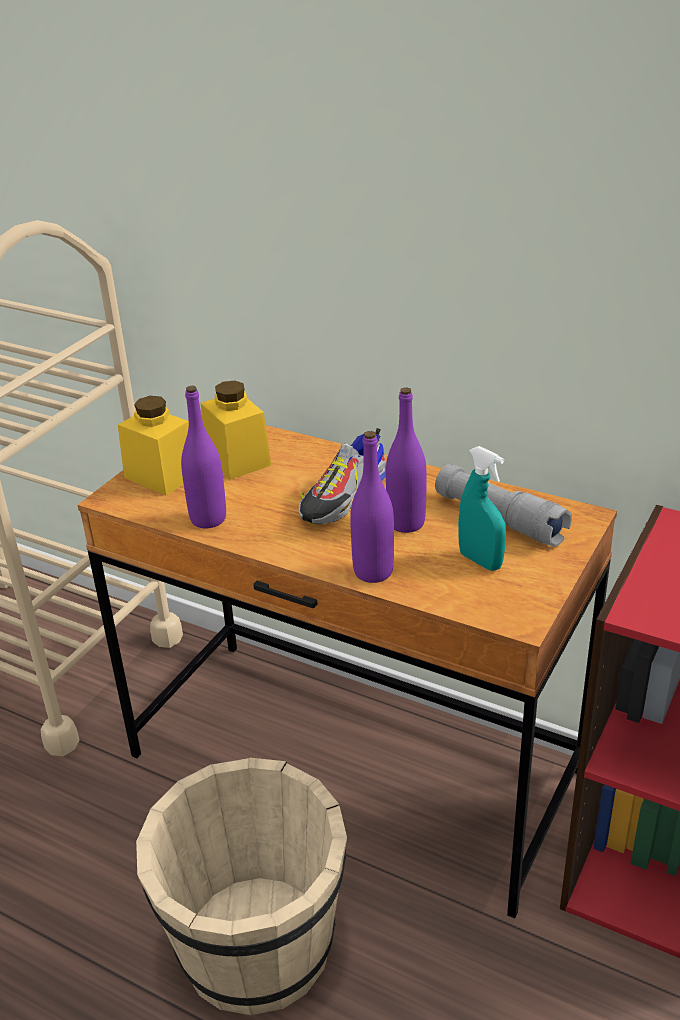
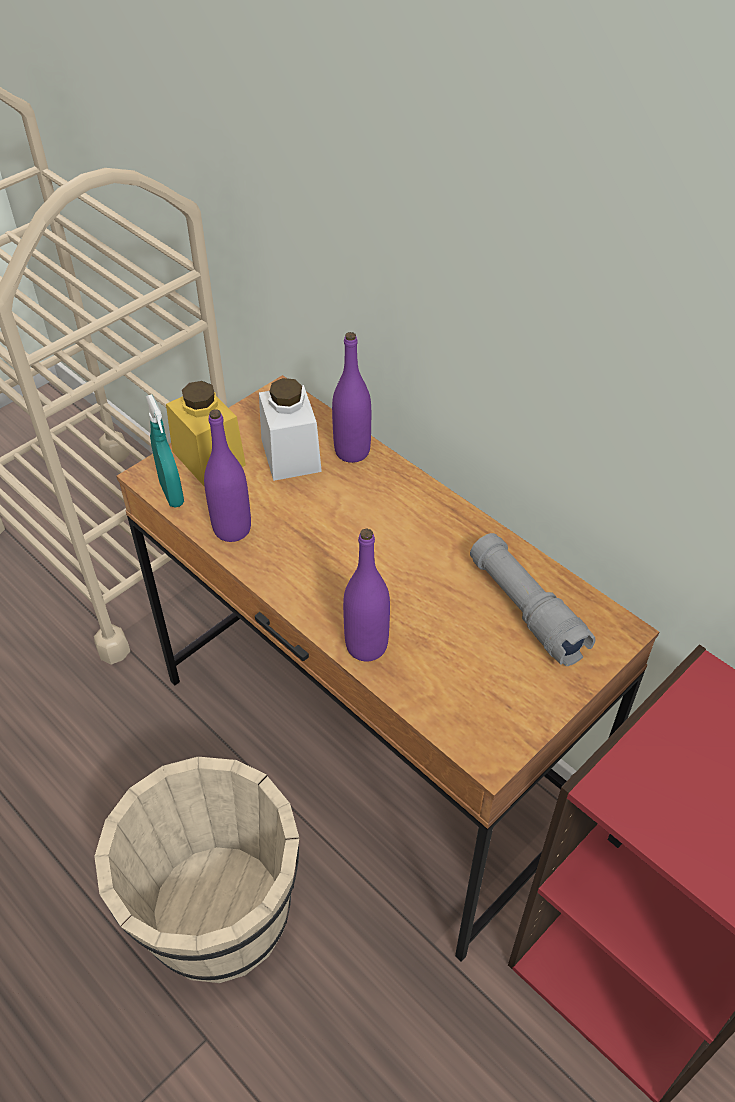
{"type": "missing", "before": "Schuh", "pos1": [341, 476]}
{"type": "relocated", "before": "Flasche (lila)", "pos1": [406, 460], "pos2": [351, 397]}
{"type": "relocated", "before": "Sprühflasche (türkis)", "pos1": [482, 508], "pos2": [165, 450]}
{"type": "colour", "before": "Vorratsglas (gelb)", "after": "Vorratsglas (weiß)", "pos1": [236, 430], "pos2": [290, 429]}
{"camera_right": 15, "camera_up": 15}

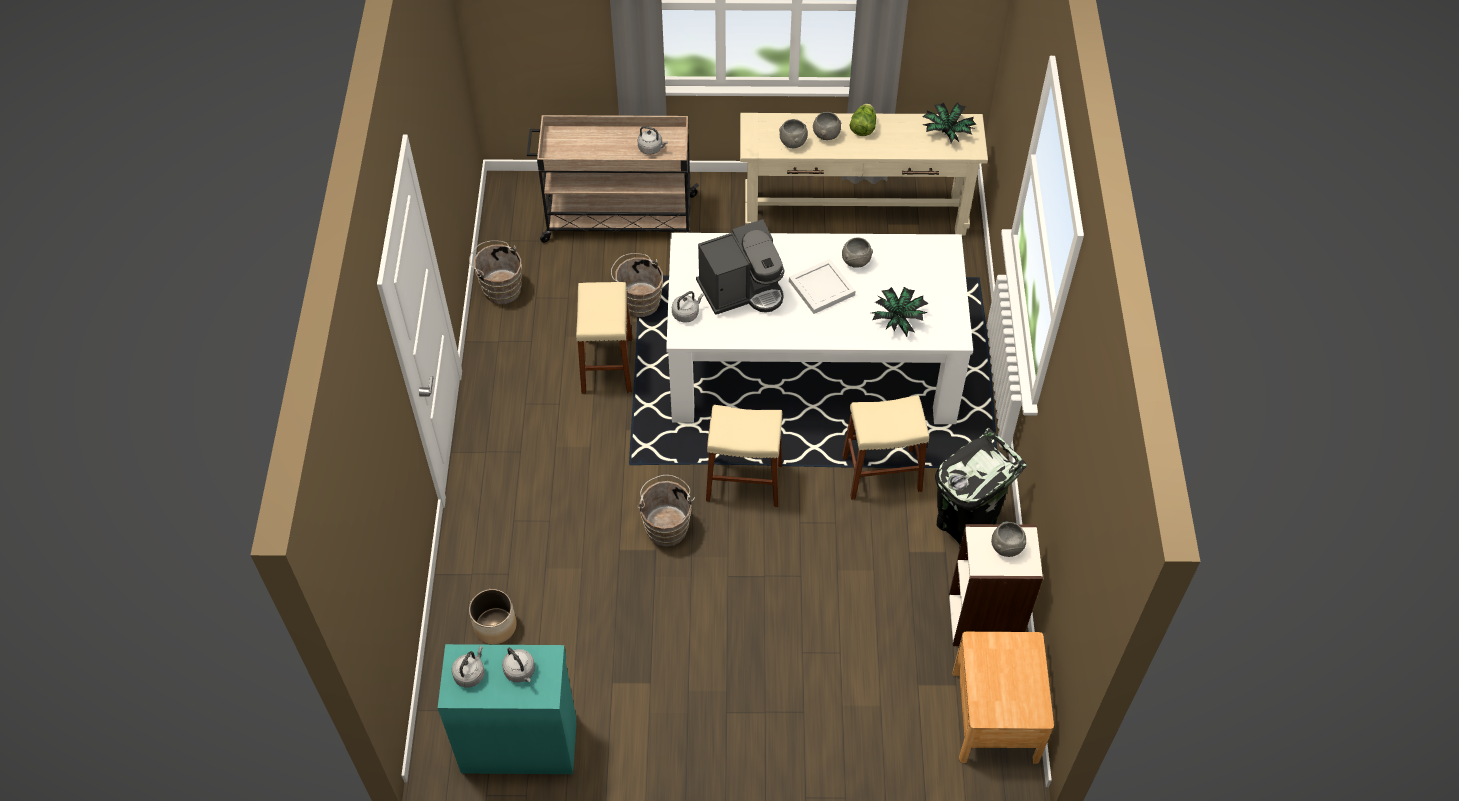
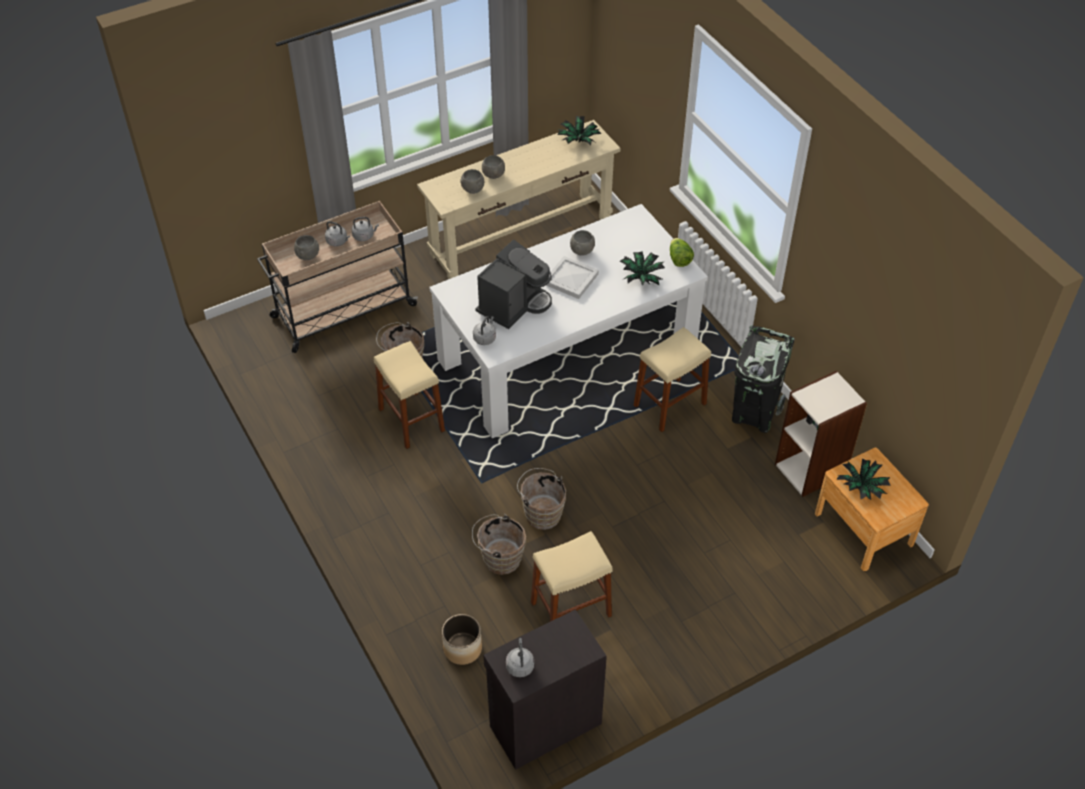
{"type": "appeared", "after": "Topfpflanze", "pos2": [863, 479]}
{"type": "relocated", "before": "Eimer (braun)", "pos1": [495, 272], "pos2": [499, 544]}
{"type": "relocated", "before": "Wasserkessel (grau)", "pos1": [518, 665], "pos2": [337, 233]}
{"type": "relocated", "before": "Hocker (beige)", "pos1": [744, 456], "pos2": [572, 576]}
{"type": "relocated", "before": "Salatkopf", "pos1": [862, 120], "pos2": [682, 252]}
{"type": "relocated", "before": "Schüssel (grau)", "pos1": [1008, 539], "pos2": [306, 247]}
{"type": "colour", "before": "Schrank (türkis)", "after": "Schrank (schwarz)", "pos1": [507, 709], "pos2": [545, 689]}
{"camera_right": -30, "camera_up": -5}

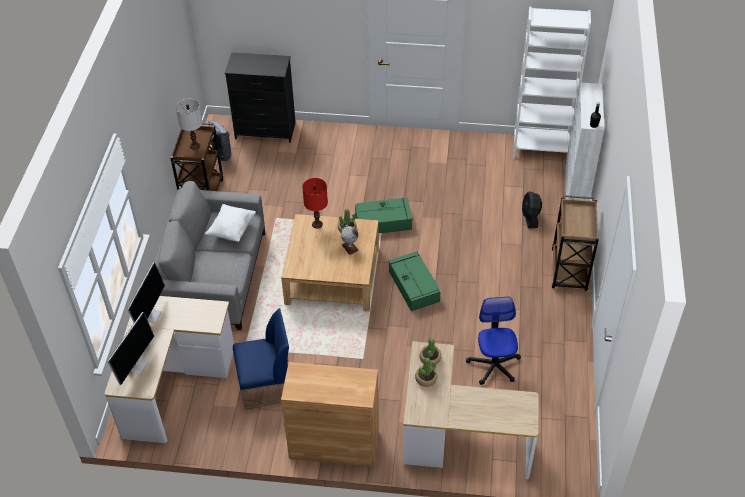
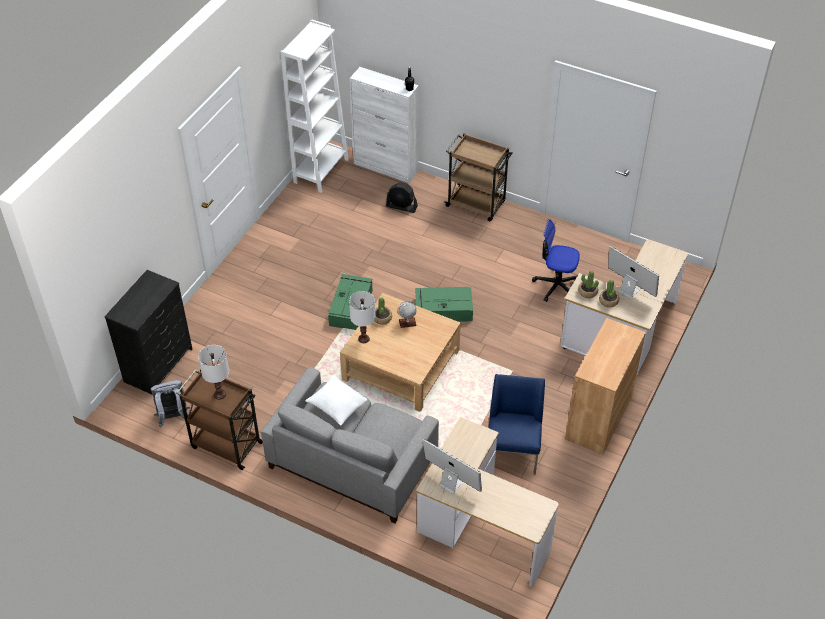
{"type": "relocated", "before": "Monitor", "pos1": [130, 348], "pos2": [633, 272]}
{"type": "colour", "before": "Tischlampe (rot)", "after": "Tischlampe (weiß)", "pos1": [315, 203], "pos2": [362, 317]}
{"camera_right": -70, "camera_up": 0}

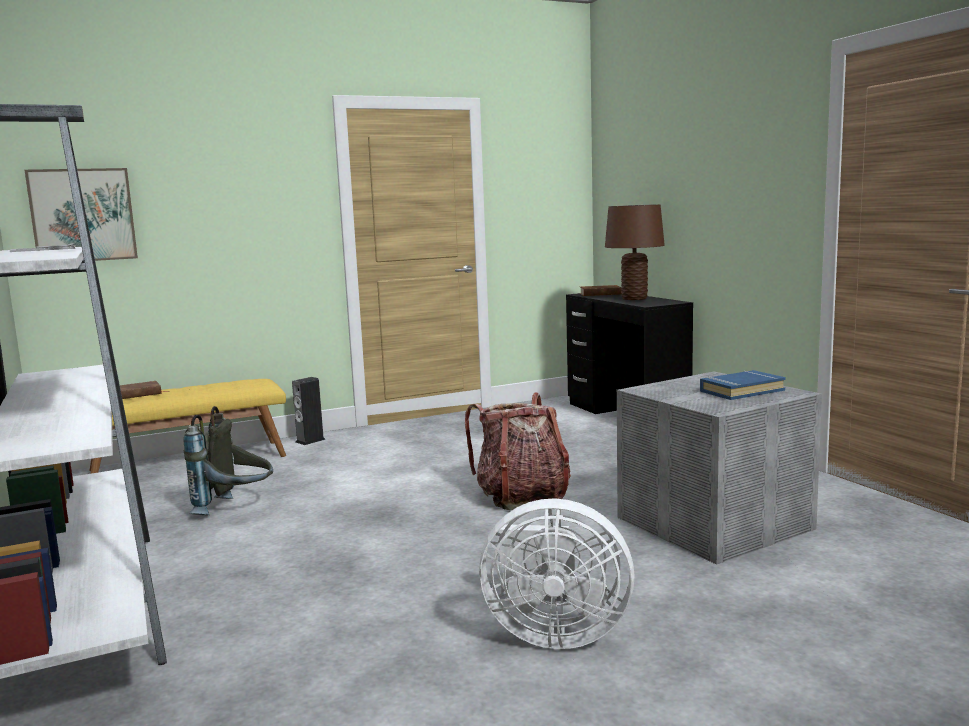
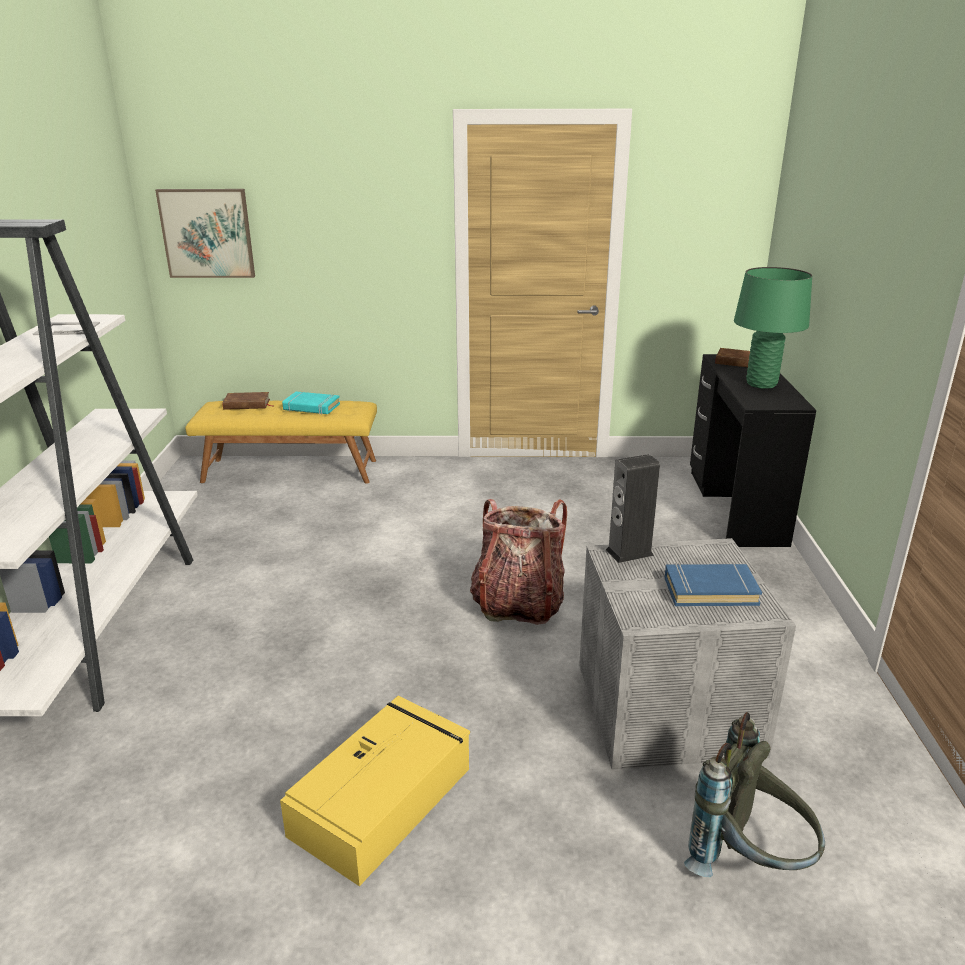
{"type": "appeared", "after": "Buch (türkis)", "pos2": [311, 403]}
{"type": "relocated", "before": "Rucksack (grau)", "pos1": [228, 460], "pos2": [754, 794]}
{"type": "relocated", "before": "Lautsprecher", "pos1": [309, 411], "pos2": [633, 508]}
{"type": "exchanged", "before": "Ventilator (weiß)", "after": "Aufbewahrungsbox (gelb)", "pos1": [557, 573], "pos2": [375, 790]}
{"type": "colour", "before": "Tischlampe (braun)", "after": "Tischlampe (grün)", "pos1": [635, 252], "pos2": [773, 328]}
{"camera_right": 25, "camera_up": 15}

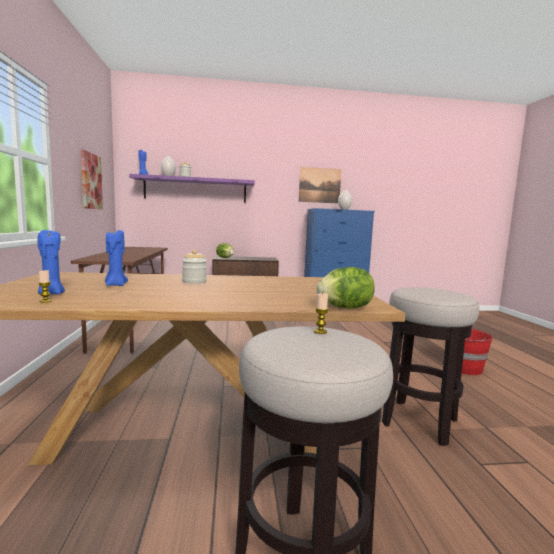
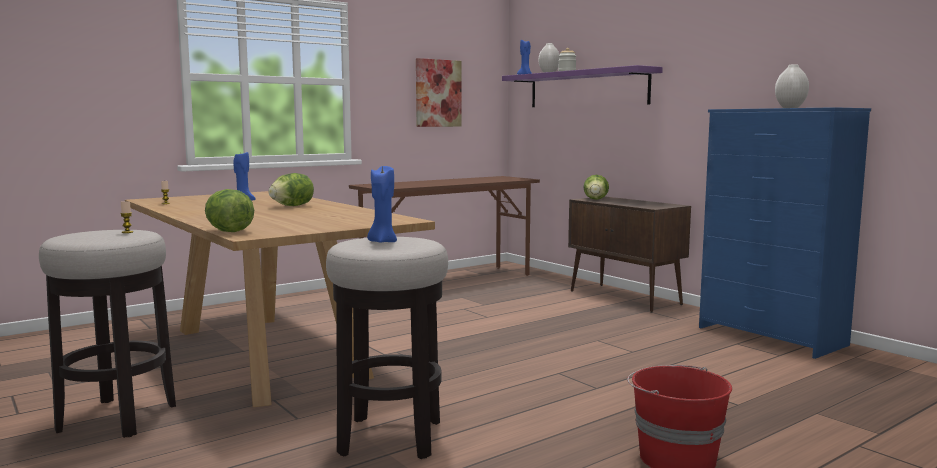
{"type": "missing", "before": "Bild", "pos1": [320, 185]}
{"type": "relocated", "before": "Kerze (blau)", "pos1": [51, 261], "pos2": [382, 204]}
{"type": "exchanged", "before": "Vorratsglas", "after": "Salatkopf", "pos1": [194, 267], "pos2": [291, 189]}
{"camera_right": 60, "camera_up": 0}

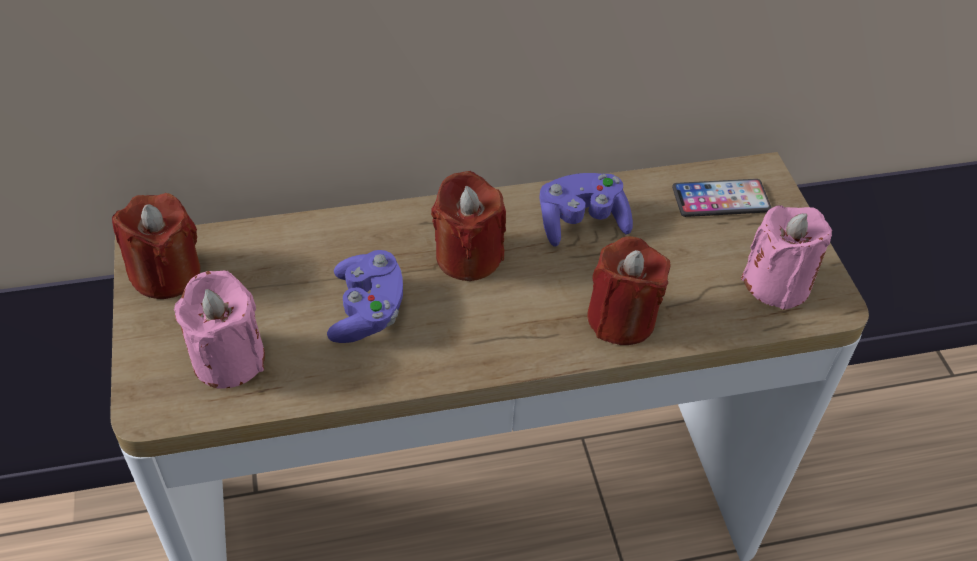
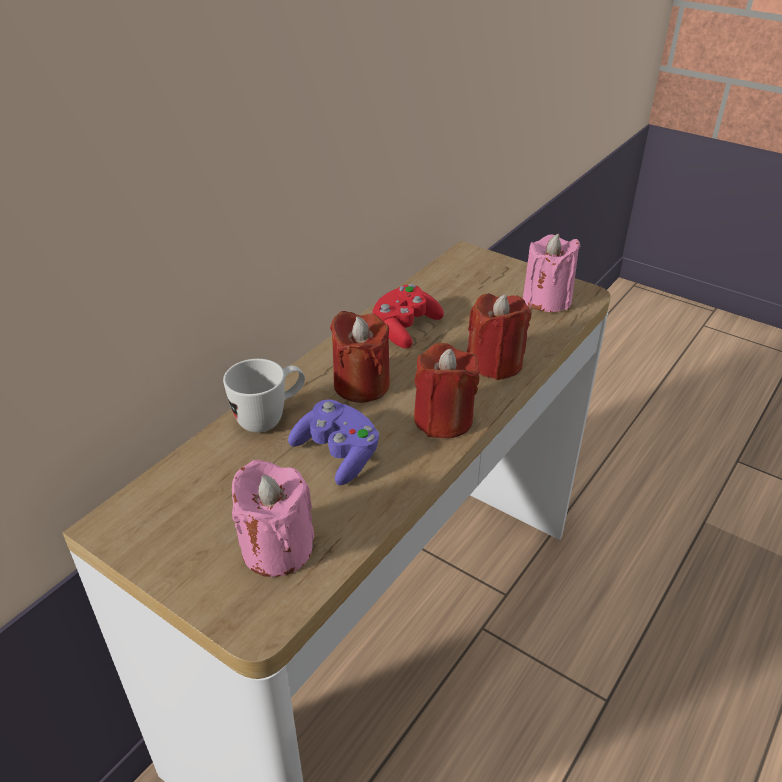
{"type": "missing", "before": "Handy", "pos1": [721, 198]}
{"type": "appeared", "after": "Henkelbecher (weiß)", "pos2": [264, 396]}
{"type": "relocated", "before": "Kerze (rot)", "pos1": [156, 246], "pos2": [447, 390]}
{"type": "colour", "before": "Gamepad (lila)", "after": "Gamepad (rot)", "pos1": [586, 210], "pos2": [408, 316]}
{"camera_right": -40, "camera_up": -10}

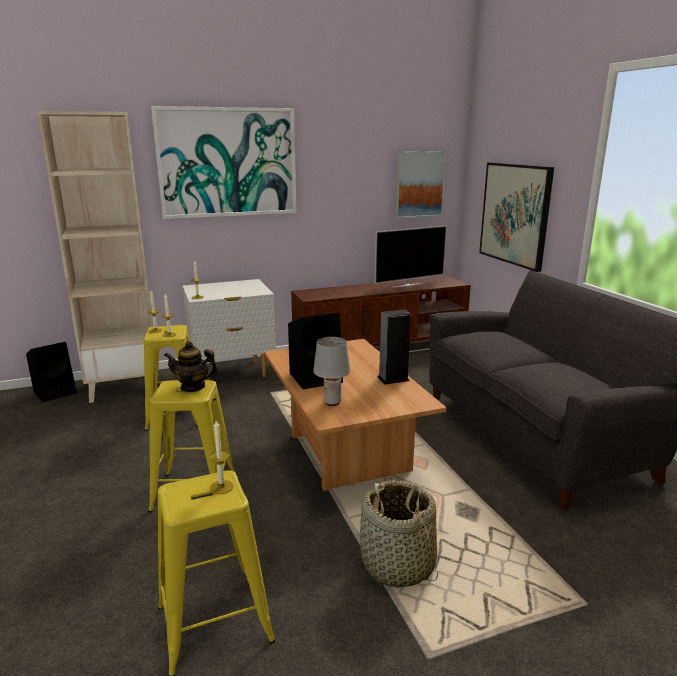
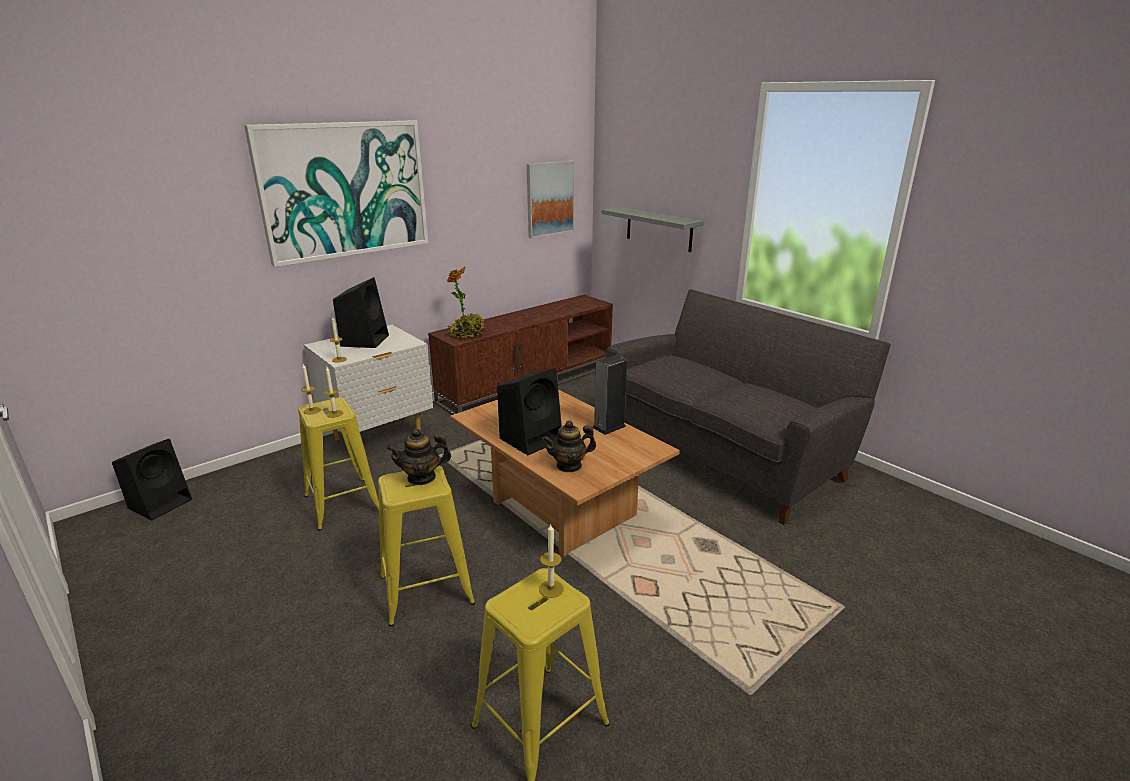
{"type": "missing", "before": "Bücherregal (beige)", "pos1": [97, 257]}
{"type": "missing", "before": "Korb", "pos1": [399, 533]}
{"type": "missing", "before": "Fernseher", "pos1": [411, 256]}
{"type": "appeared", "after": "Lautsprecher (schwarz)", "pos2": [361, 312]}
{"type": "appeared", "after": "Topfpflanze", "pos2": [465, 302]}
{"type": "exchanged", "before": "Tischlampe (grau)", "after": "Teekanne", "pos1": [331, 371], "pos2": [569, 446]}
{"type": "exchanged", "before": "Bild", "after": "Wandregal (grau)", "pos1": [516, 217], "pos2": [653, 229]}
{"camera_right": -20, "camera_up": 5}

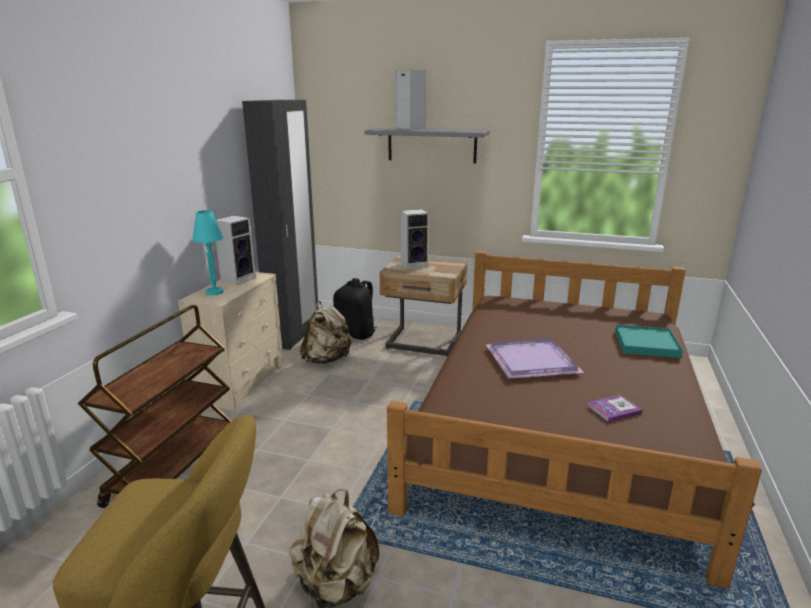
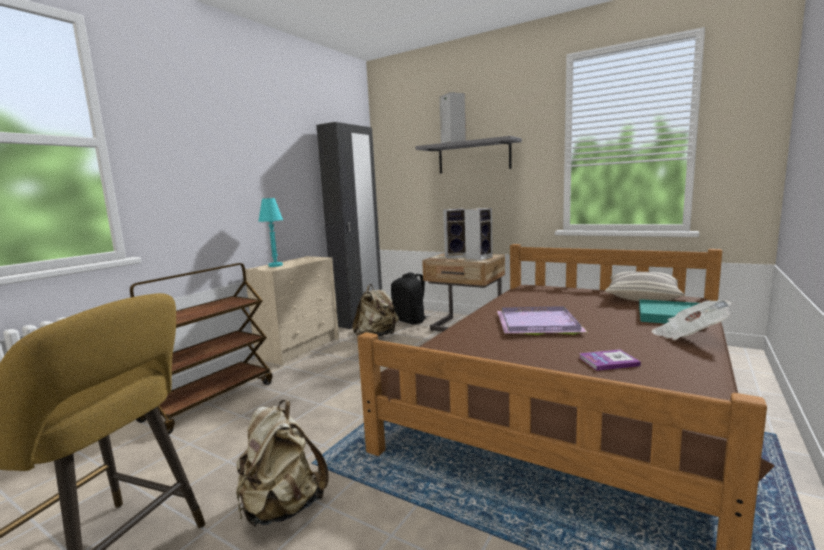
{"type": "appeared", "after": "Kissen", "pos2": [644, 286]}
{"type": "appeared", "after": "Zeitung", "pos2": [692, 320]}
{"type": "relocated", "before": "Lautsprecher", "pos1": [236, 250], "pos2": [478, 234]}
{"camera_right": 15, "camera_up": -10}

